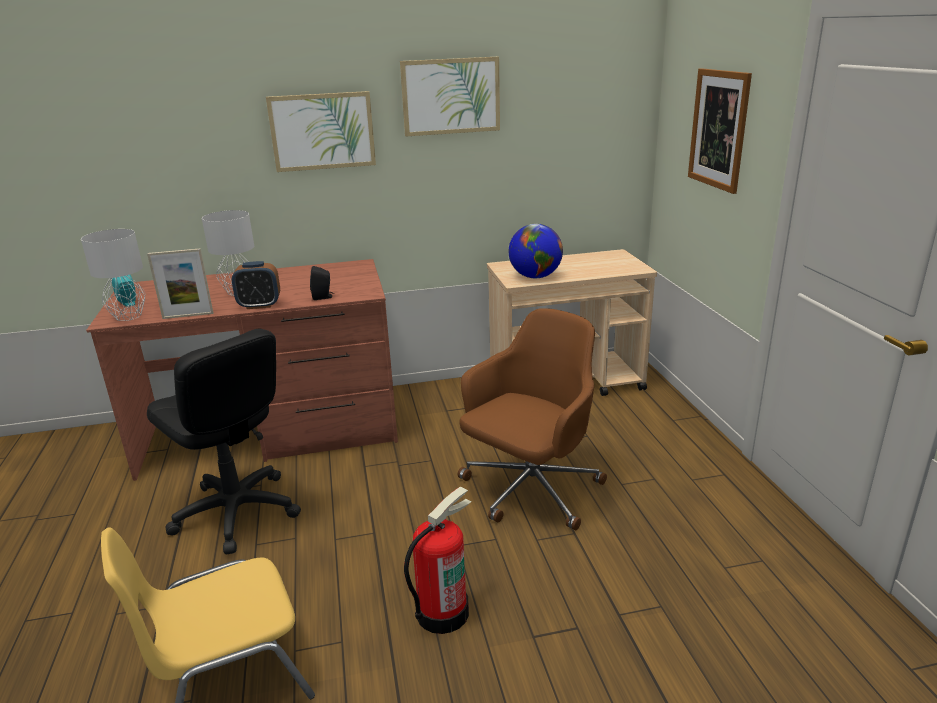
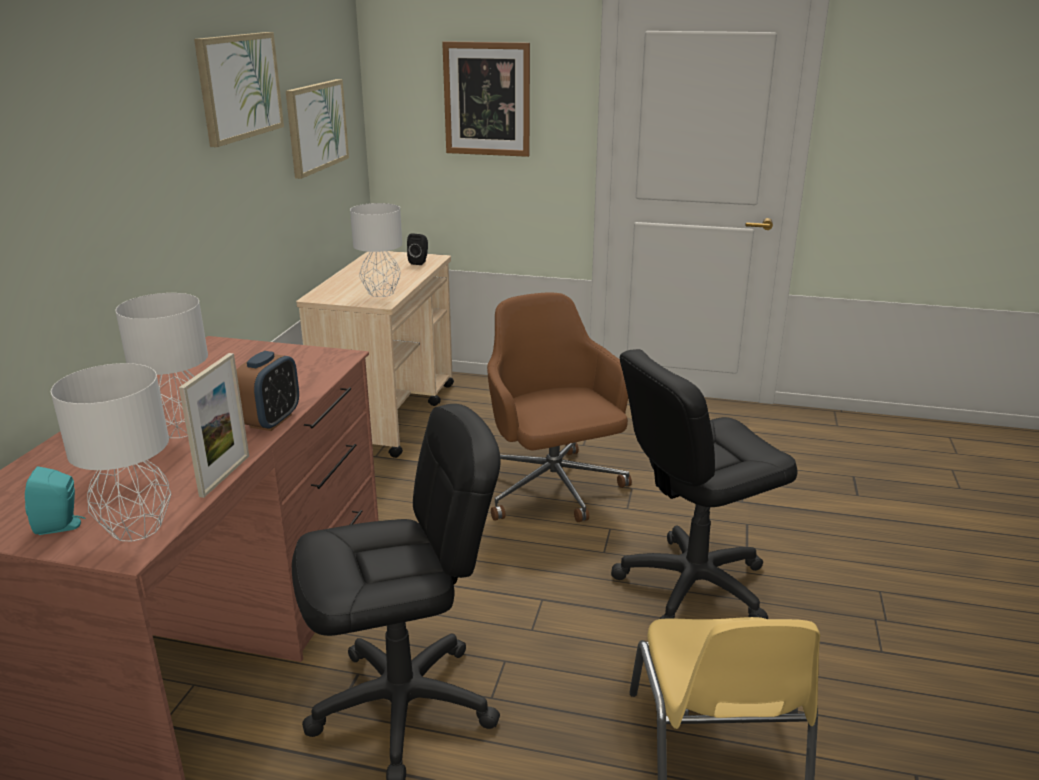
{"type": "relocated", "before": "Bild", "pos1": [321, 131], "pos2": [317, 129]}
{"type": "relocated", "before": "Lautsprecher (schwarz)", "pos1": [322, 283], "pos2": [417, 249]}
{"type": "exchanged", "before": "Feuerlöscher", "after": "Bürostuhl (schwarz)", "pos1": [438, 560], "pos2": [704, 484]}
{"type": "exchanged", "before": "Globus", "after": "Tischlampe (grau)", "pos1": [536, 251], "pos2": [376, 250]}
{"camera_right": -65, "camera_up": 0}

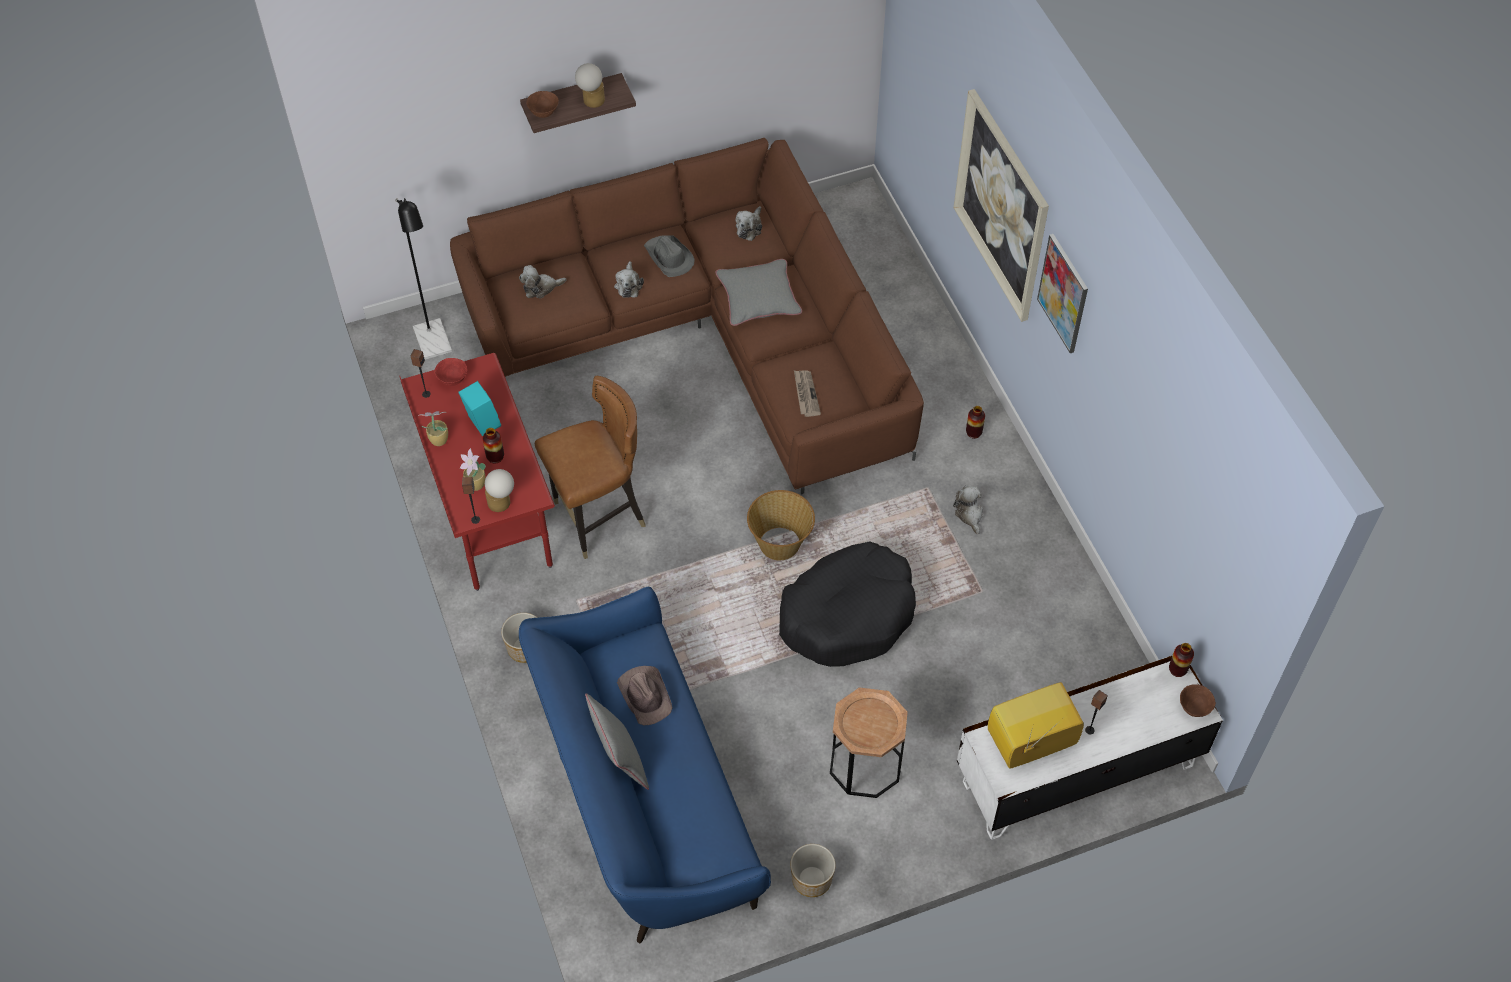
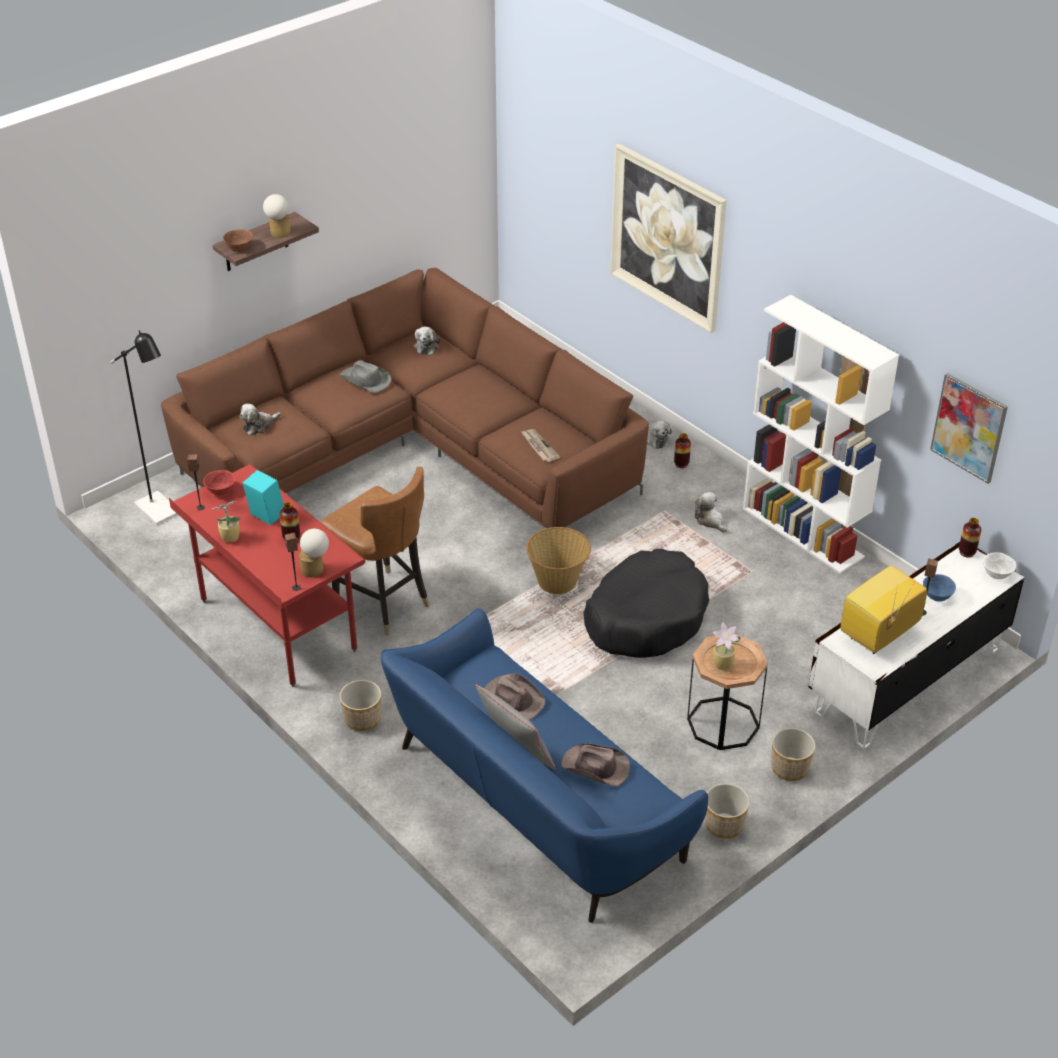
{"type": "missing", "before": "Kissen (grau)", "pos1": [758, 292]}
{"type": "appeared", "after": "Hut (braun)", "pos2": [595, 765]}
{"type": "appeared", "after": "Bücherregal (weiß)", "pos2": [821, 434]}
{"type": "appeared", "after": "Pflanzkübel", "pos2": [793, 754]}
{"type": "appeared", "after": "Schüssel (blau)", "pos2": [939, 588]}
{"type": "relocated", "before": "Topfpflanze", "pos1": [473, 469], "pos2": [727, 646]}
{"type": "relocated", "before": "Plüschtier", "pos1": [629, 279], "pos2": [659, 434]}
{"type": "relocated", "before": "Bild", "pos1": [1062, 293], "pos2": [969, 428]}
{"type": "colour", "before": "Schüssel (braun)", "after": "Schüssel (weiß)", "pos1": [1198, 700], "pos2": [999, 566]}
{"type": "spun", "before": "Stuhl (braun)", "pos1": [590, 467], "pos2": [375, 551], "turn": 90}
{"camera_right": -20, "camera_up": -15}

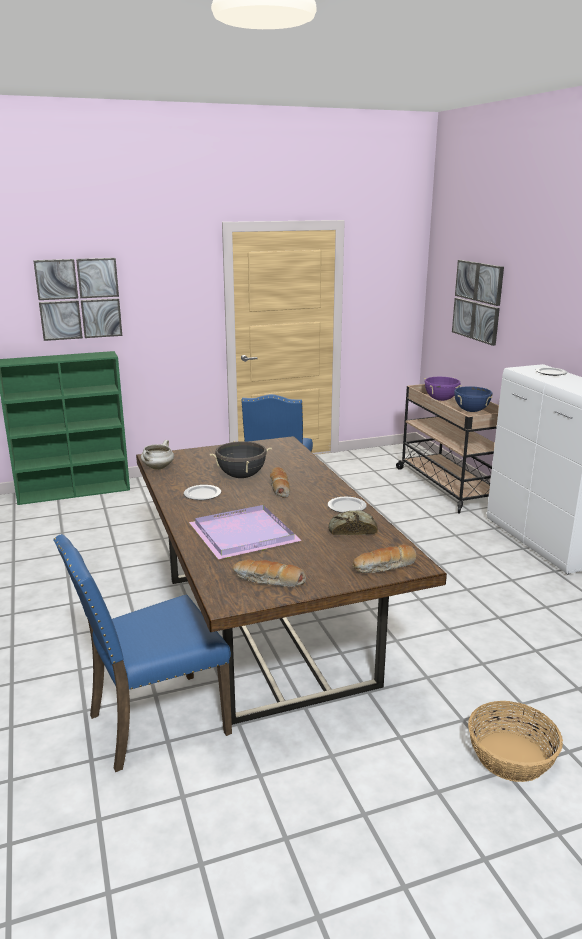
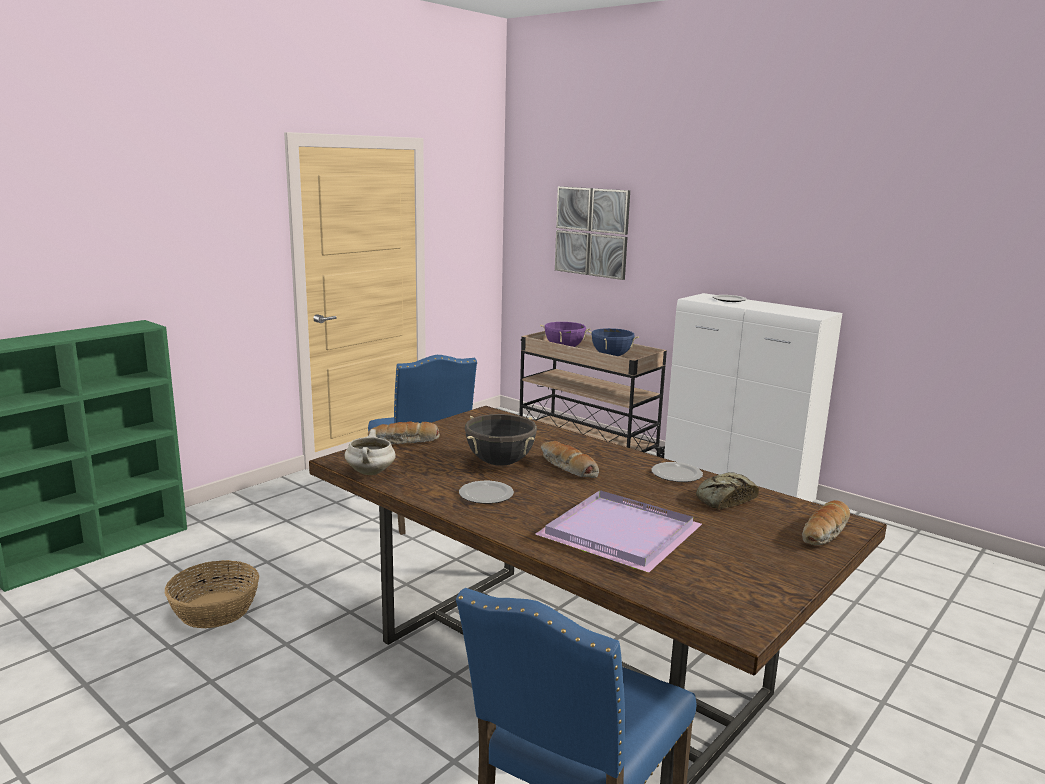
{"type": "missing", "before": "Bild", "pos1": [77, 299]}
{"type": "relocated", "before": "Brot", "pos1": [269, 573], "pos2": [404, 433]}
{"type": "relocated", "before": "Korb", "pos1": [515, 741], "pos2": [212, 594]}
{"camera_right": -30, "camera_up": -5}

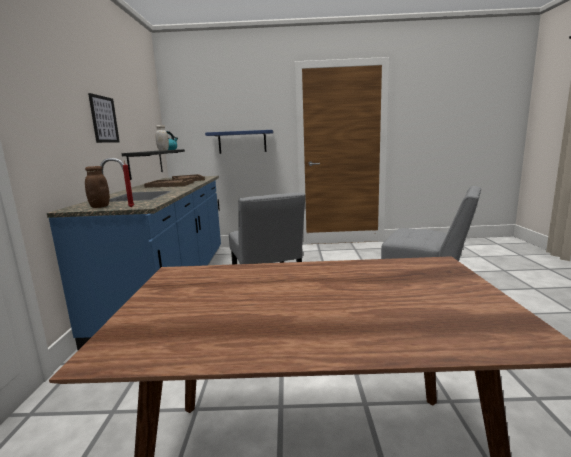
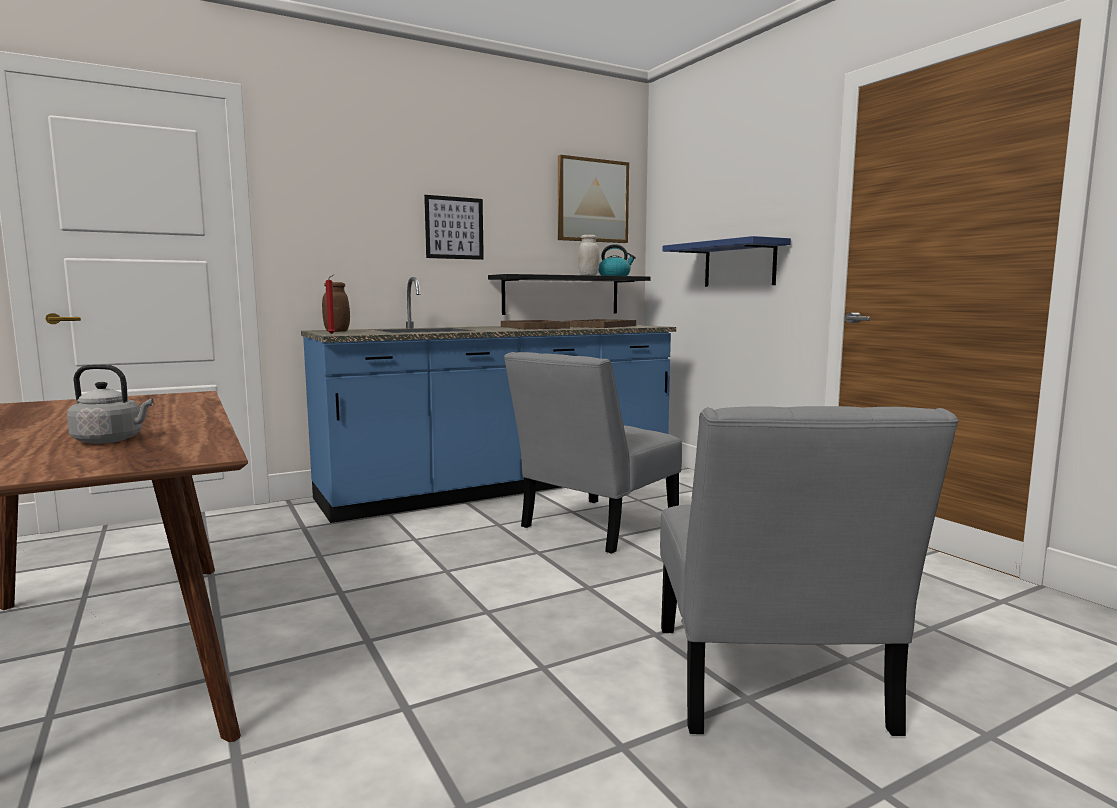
{"type": "appeared", "after": "Wasserkessel (grau)", "pos2": [110, 404]}
{"type": "appeared", "after": "Bild", "pos2": [593, 199]}
{"camera_right": 60, "camera_up": -5}

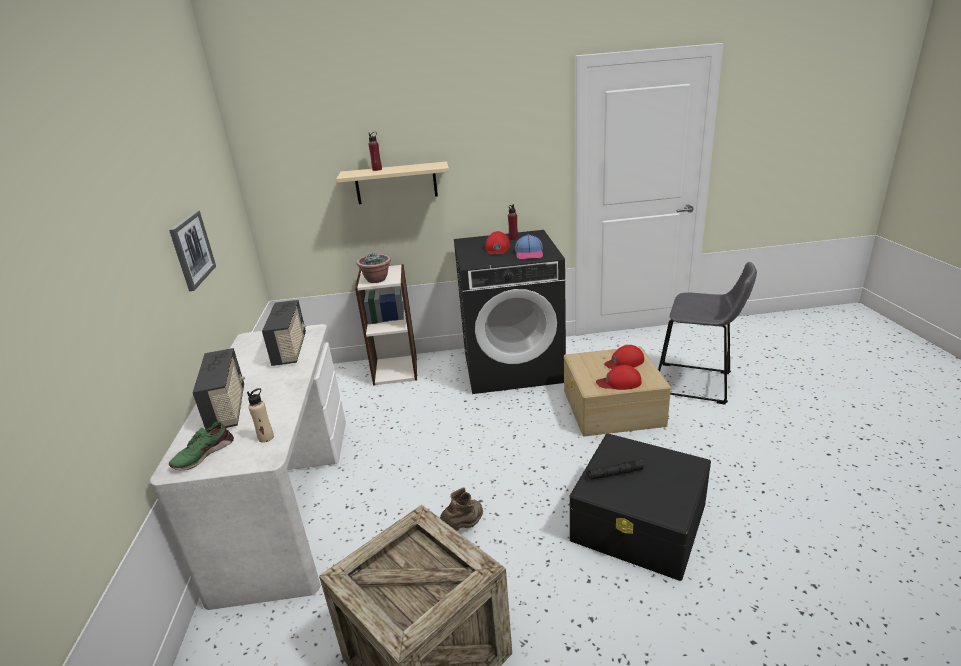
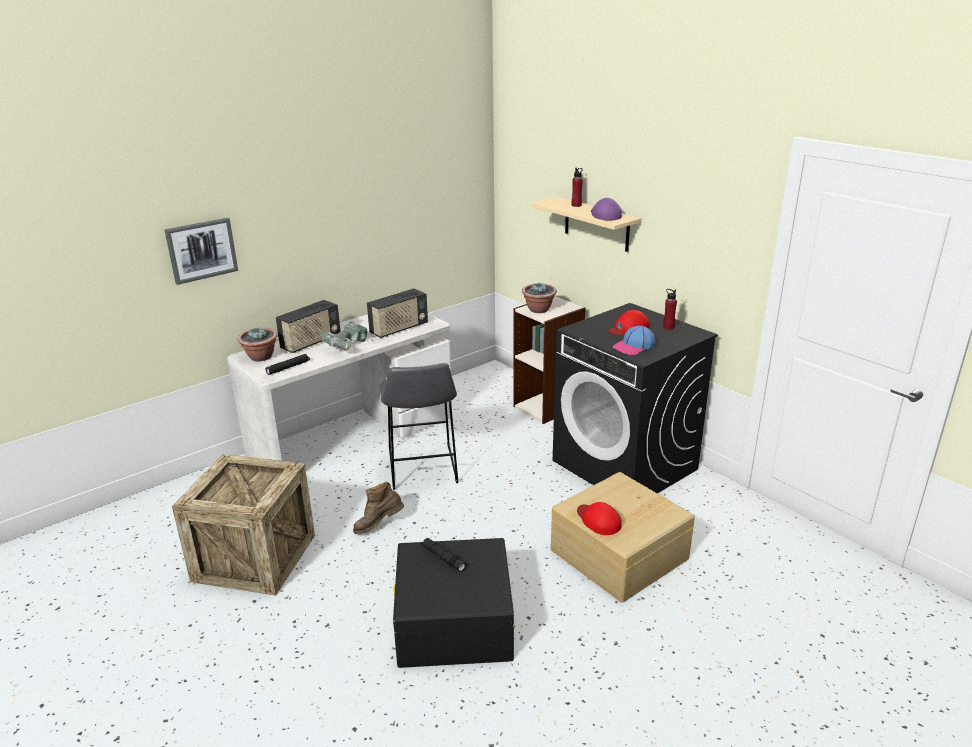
{"type": "missing", "before": "Kappe (rot)", "pos1": [624, 357]}
{"type": "appeared", "after": "Bohrmaschine", "pos2": [348, 336]}
{"type": "appeared", "after": "Kappe (lila)", "pos2": [606, 209]}
{"type": "relocated", "before": "Bild", "pos1": [192, 250], "pos2": [201, 251]}
{"type": "relocated", "before": "Hocker (grau)", "pos1": [707, 333], "pos2": [419, 426]}
{"type": "exchanged", "before": "Schuh (grün)", "after": "Topfpflanze", "pos1": [201, 446], "pos2": [257, 345]}
{"type": "exchanged", "before": "Flasche (beige)", "after": "Taschenlampe (schwarz)", "pos1": [260, 415], "pos2": [288, 364]}
{"type": "spun", "before": "Stiefel (braun)", "pos1": [461, 509], "pos2": [378, 508], "turn": 150}
{"camera_right": 55, "camera_up": 0}

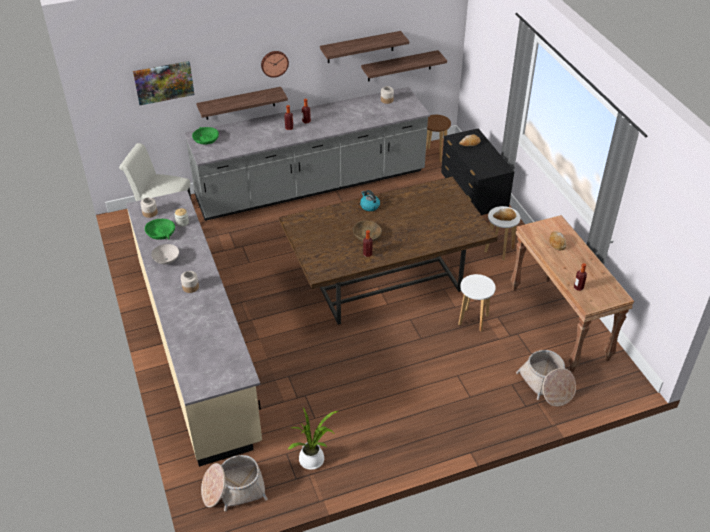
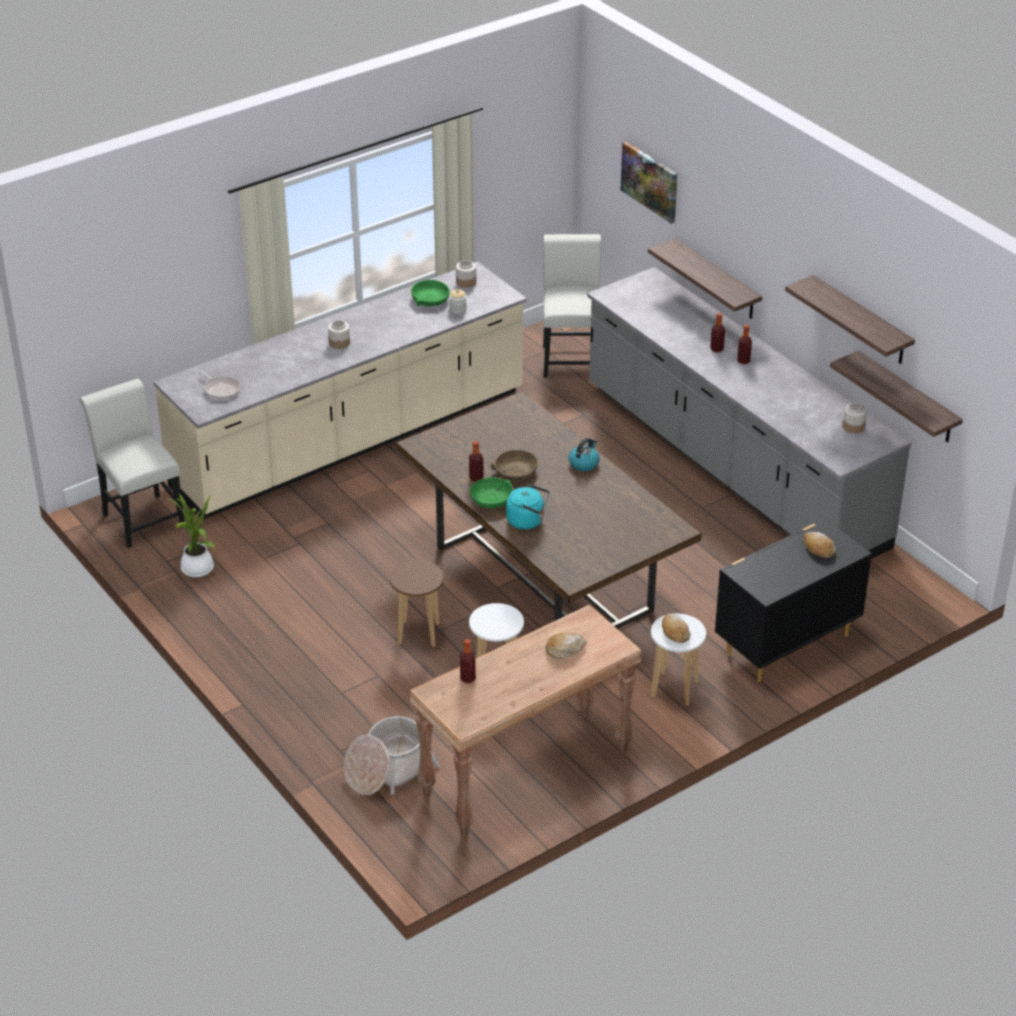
{"type": "missing", "before": "Schüssel (weiß)", "pos1": [165, 254]}
{"type": "missing", "before": "Wanduhr", "pos1": [275, 64]}
{"type": "appeared", "after": "Pfanne", "pos2": [220, 384]}
{"type": "appeared", "after": "Wasserkessel (türkis)", "pos2": [528, 507]}
{"type": "relocated", "before": "Schüssel (grün)", "pos1": [205, 135], "pos2": [491, 493]}
{"type": "relocated", "before": "Hocker (braun)", "pos1": [438, 138], "pos2": [416, 603]}
{"type": "exchanged", "before": "Korb", "after": "Stuhl (weiß)", "pos1": [234, 483], "pos2": [132, 463]}
{"camera_right": 75, "camera_up": -5}

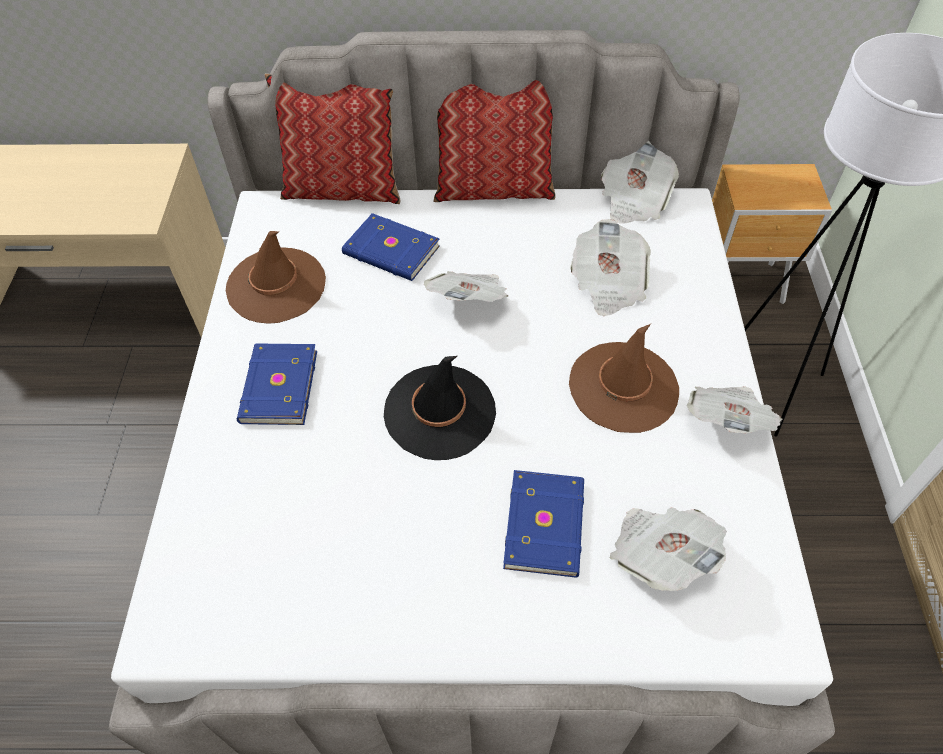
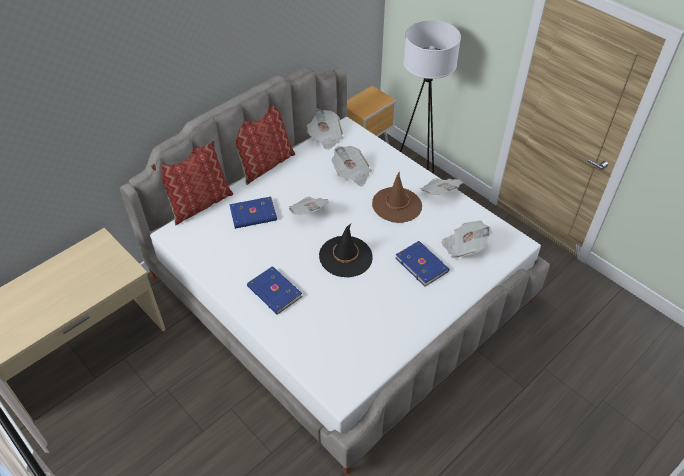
{"type": "missing", "before": "Hut (braun)", "pos1": [276, 277]}
{"camera_right": -45, "camera_up": -5}

